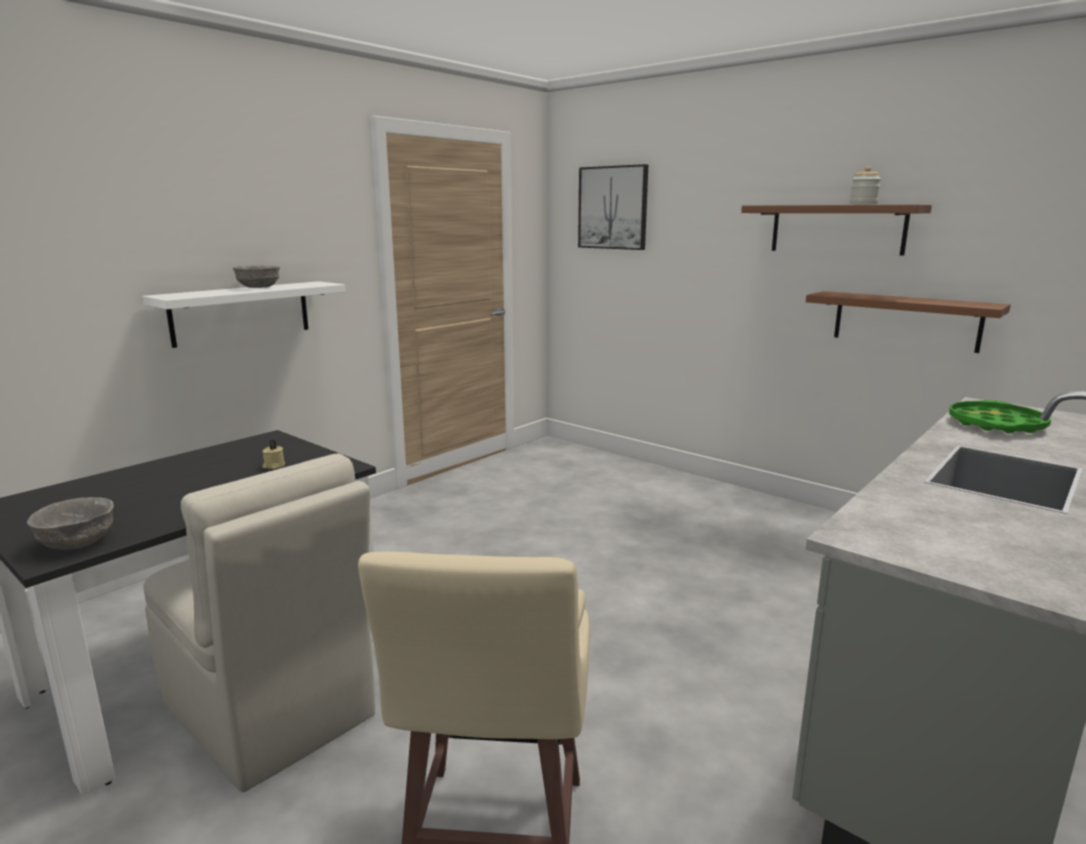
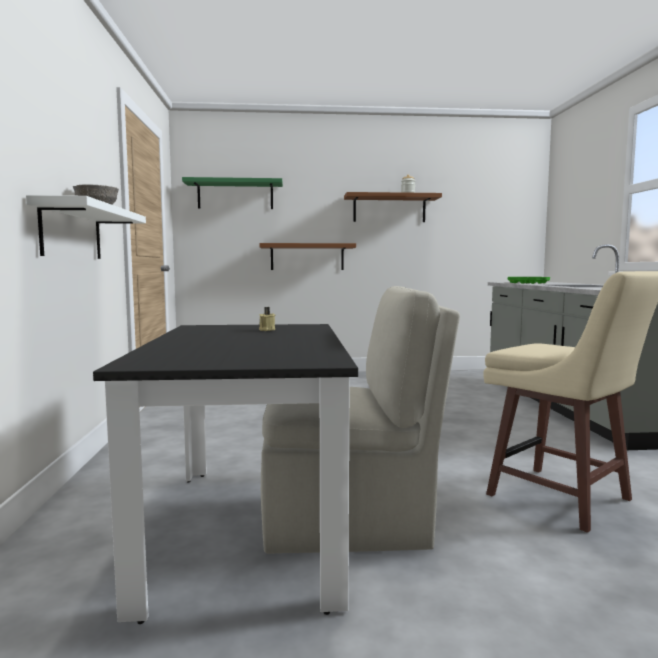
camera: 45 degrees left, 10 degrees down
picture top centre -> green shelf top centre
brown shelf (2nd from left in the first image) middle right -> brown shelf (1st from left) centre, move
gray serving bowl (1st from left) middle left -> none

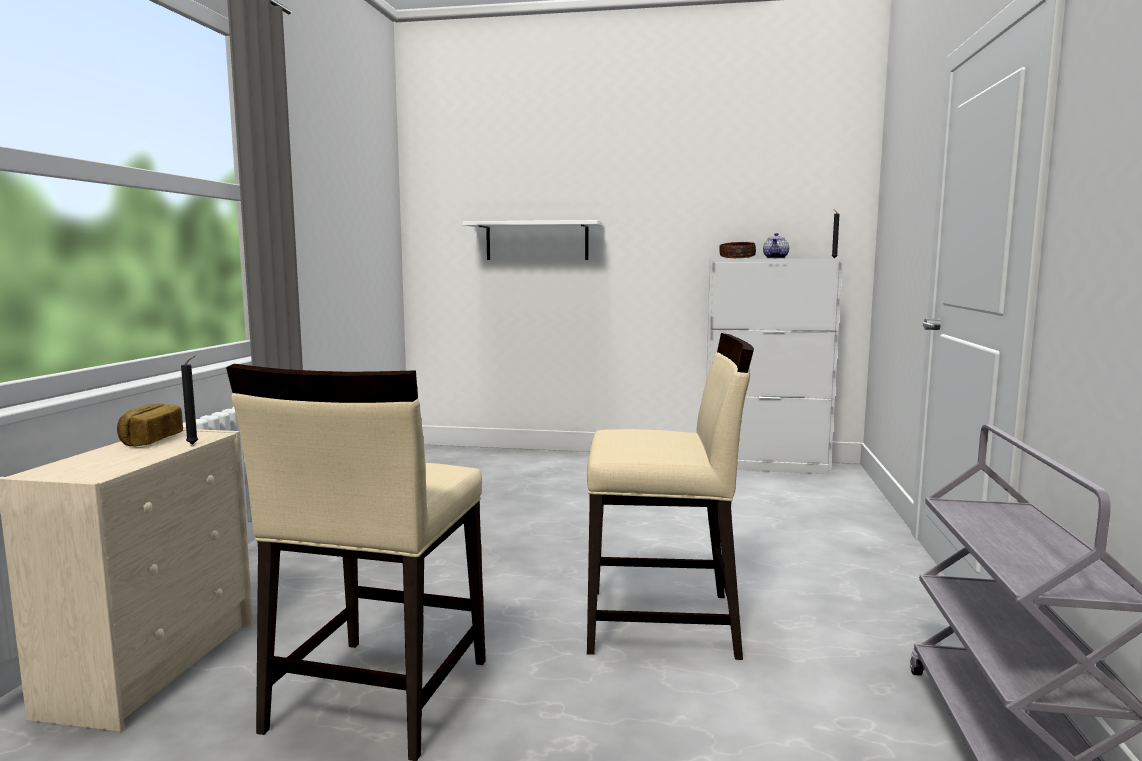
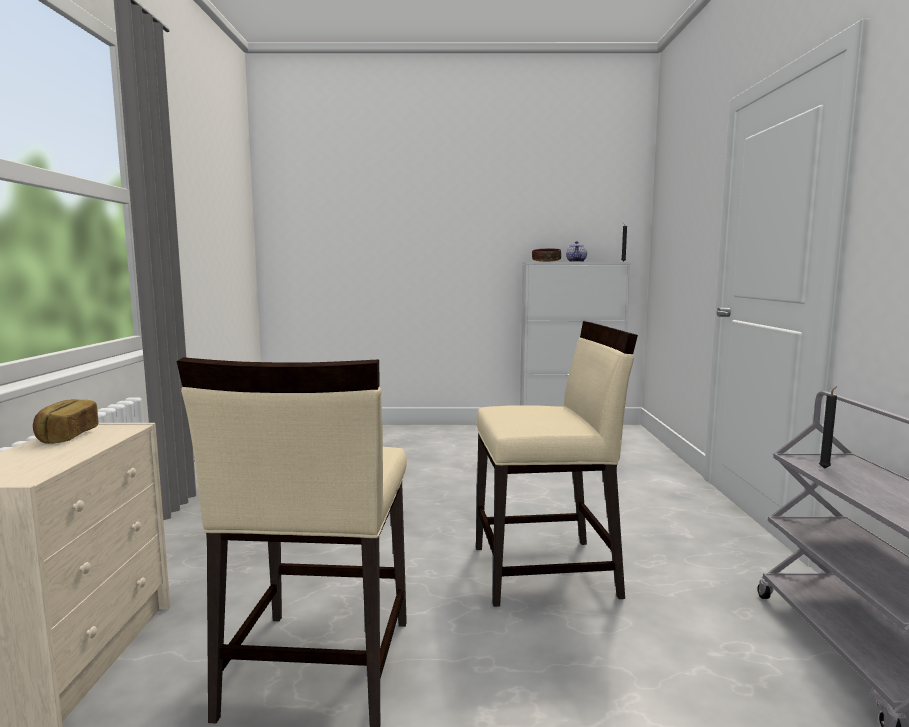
camera: 10 degrees left, 0 degrees up
black-coloured wax light (1st from left in the first image) middle left -> black-coloured wax light (2nd from left) middle right, move
white shelf top centre -> none

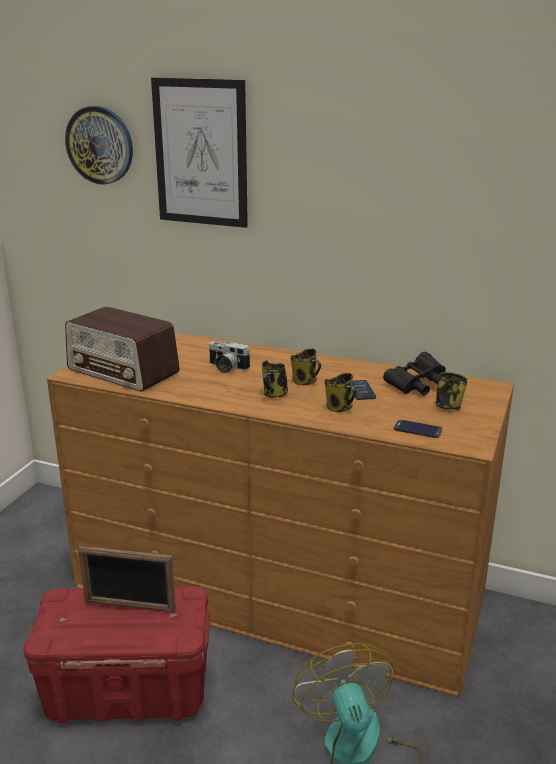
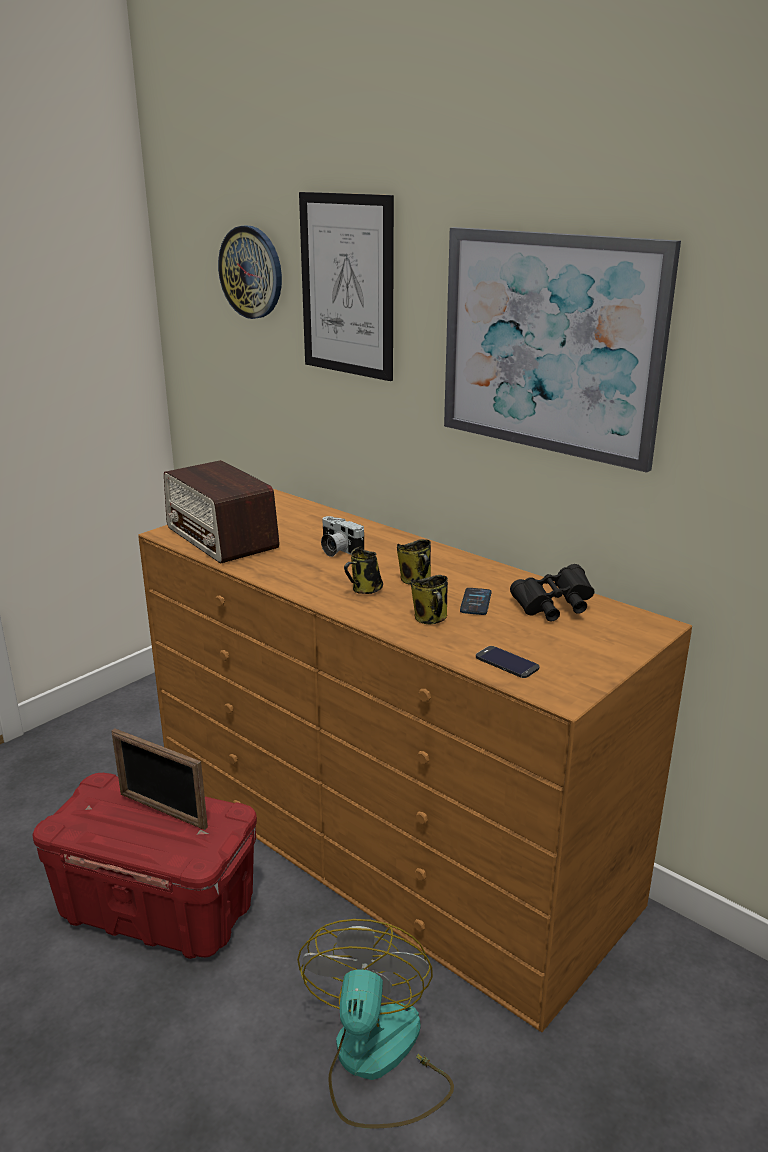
camera: 20 degrees right, 0 degrees up
none -> picture (2nd from left) top right
tea mug (4th from left) middle right -> none

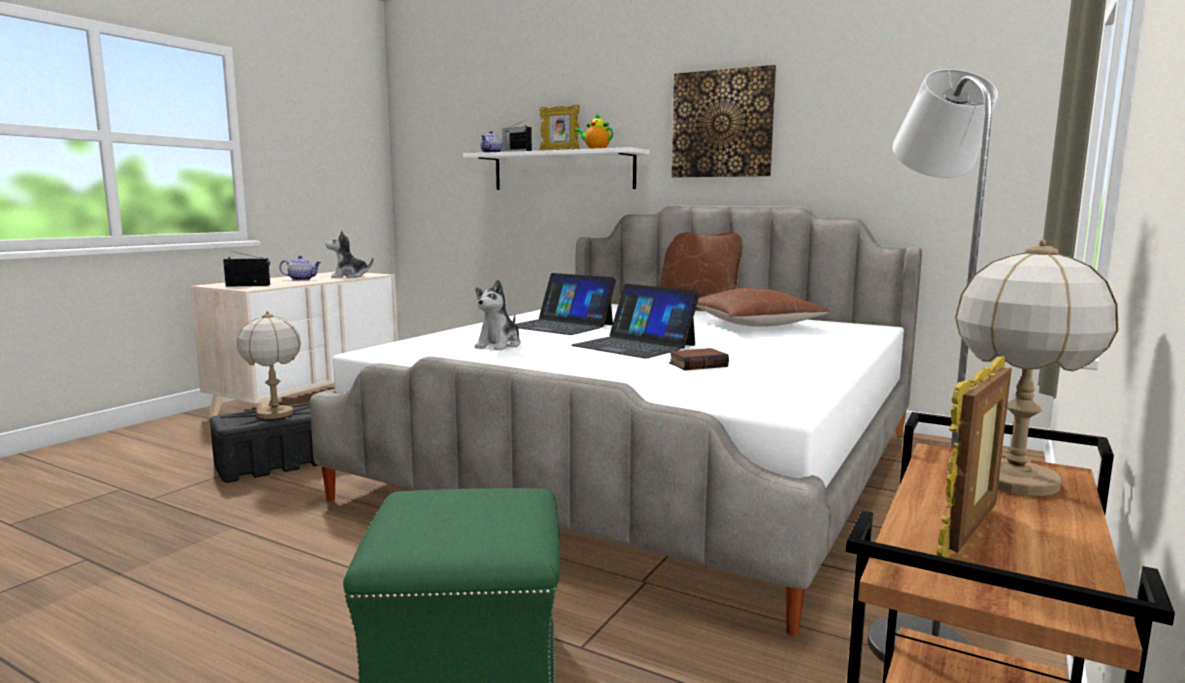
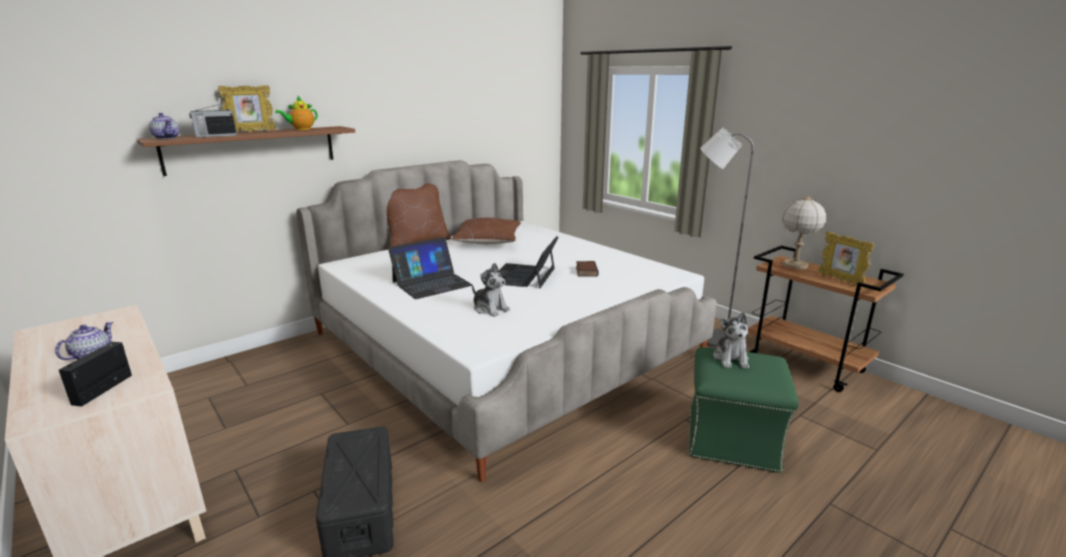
camera: 70 degrees left, 10 degrees up
white shelf top centre -> brown shelf top left
portable computer (2nd from left) centre, 135 degrees clockwise
cuddly toy (1st from left in the first image) middle left -> cuddly toy (2nd from left) middle right, move
table lamp (1st from left) middle left -> none
picture top centre -> none

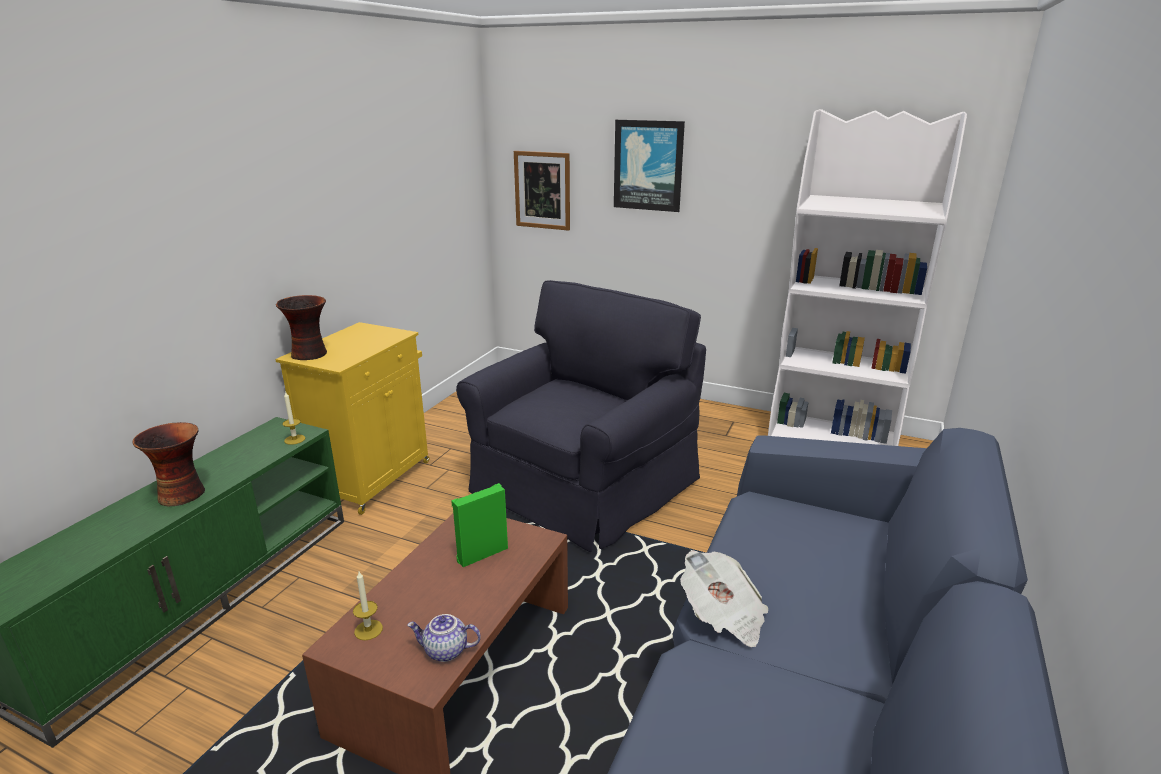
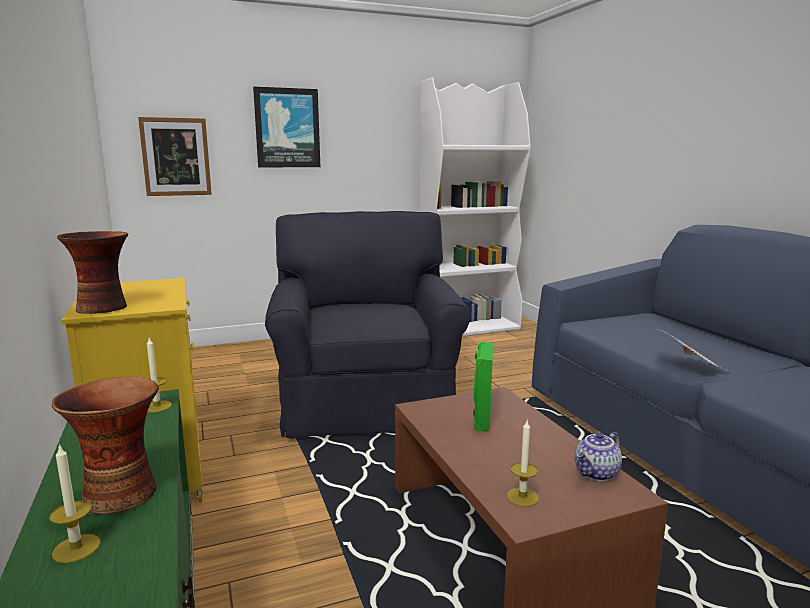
camera: 45 degrees left, 10 degrees down
none -> wax light (1st from left) bottom left

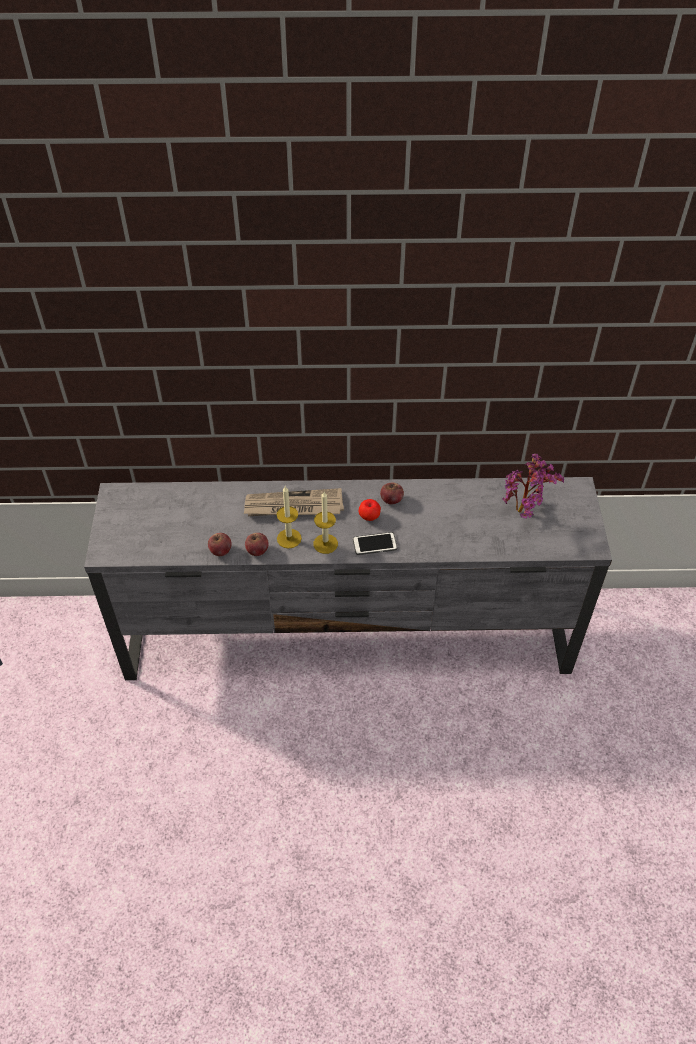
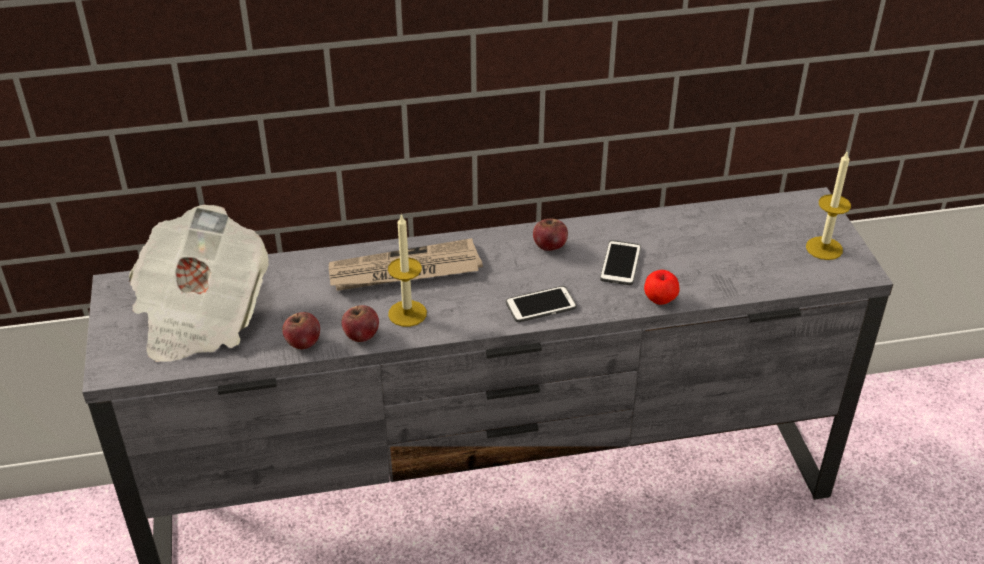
camera: 10 degrees left, 10 degrees down
none -> newspaper (1st from left) middle left
none -> telephone (2nd from left) centre
whole apple (3rd from left in the first image) centre -> whole apple (4th from left) middle right, move
wax light (2nd from left) centre -> wax light (2nd from left) middle right, move
houseplant middle right -> none

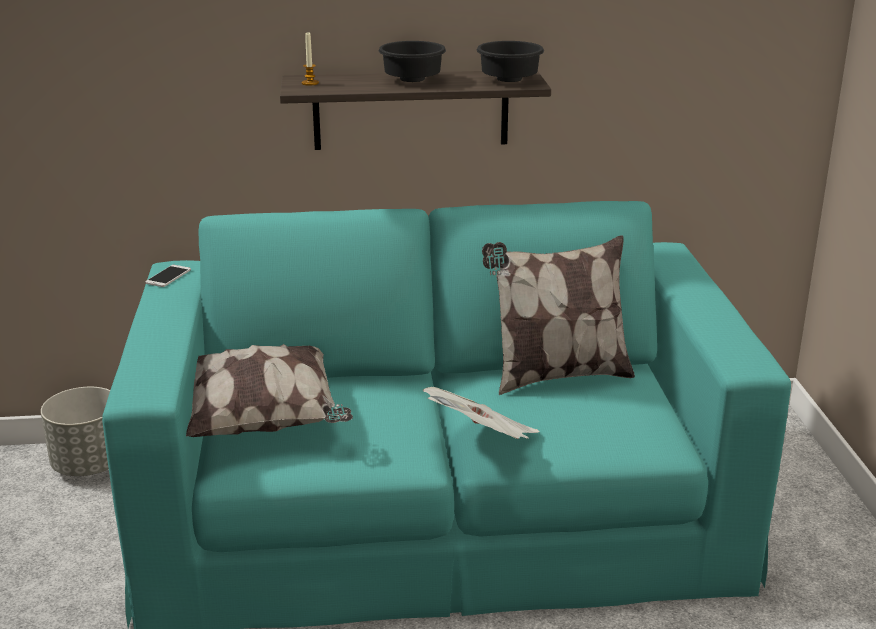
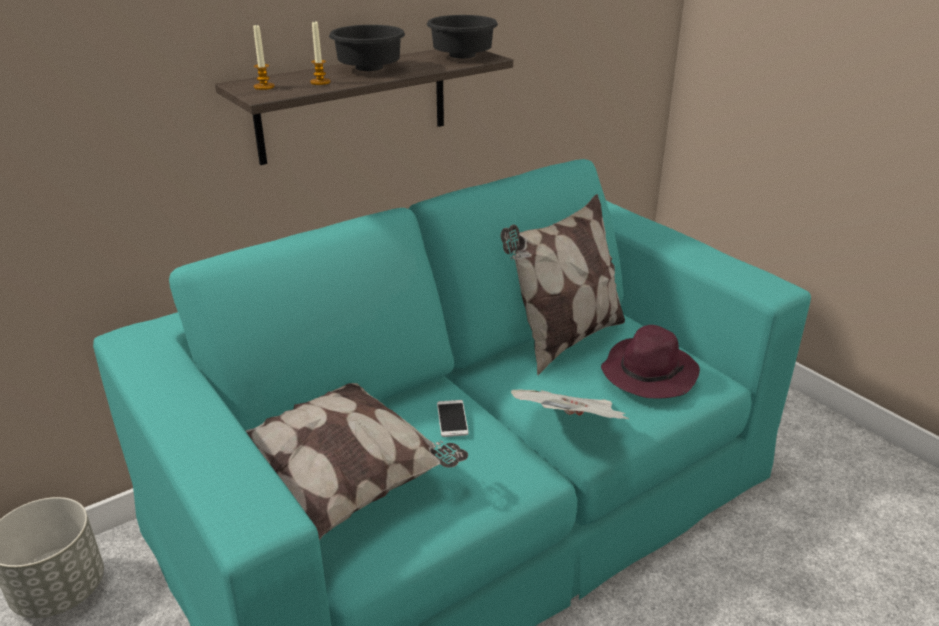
camera: 30 degrees left, 5 degrees up
none -> wax light (2nd from left) top centre
telephone middle left -> telephone bottom centre, move
none -> purplish wearable hat middle right

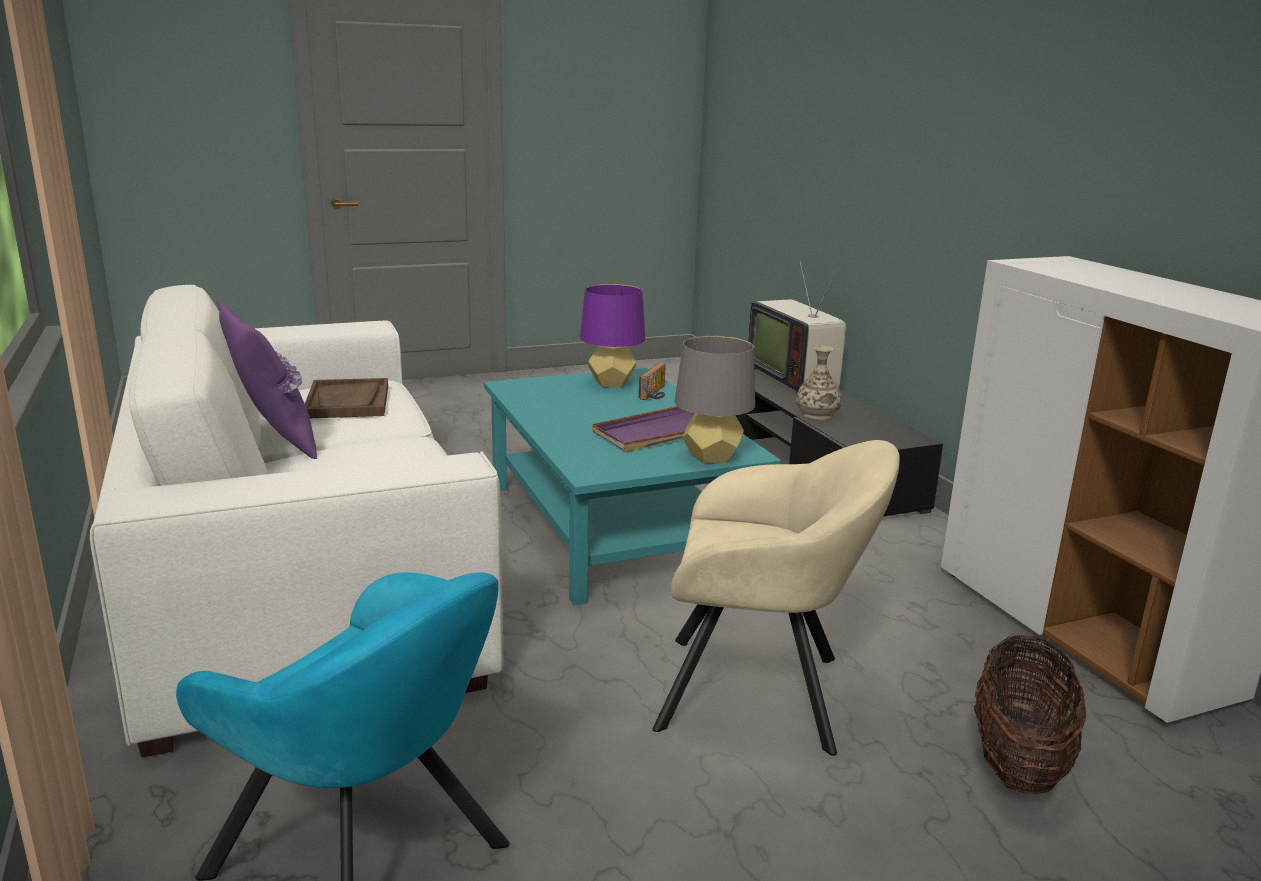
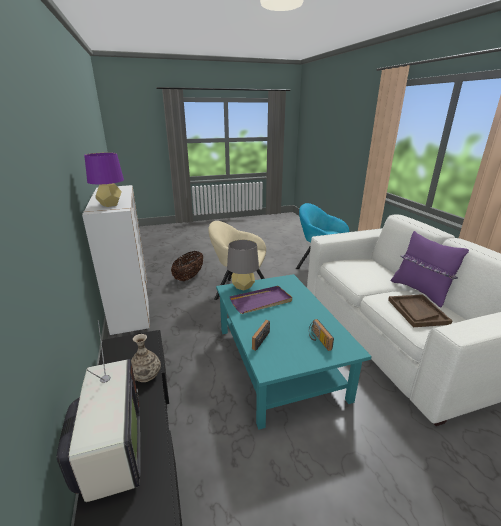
camera: 175 degrees left, 5 degrees up
purplish table lamp centre -> purplish table lamp middle left, move
none -> radio receiver (2nd from left) centre

